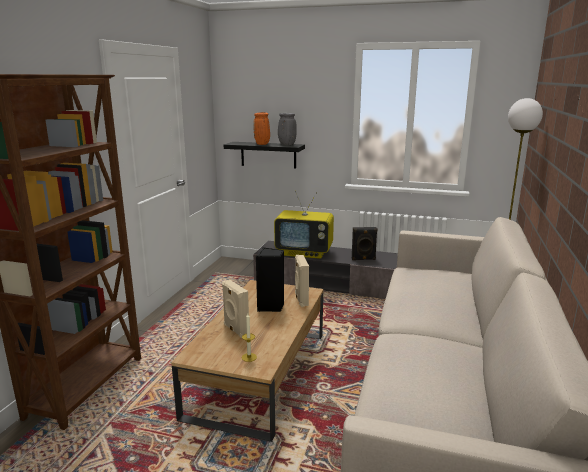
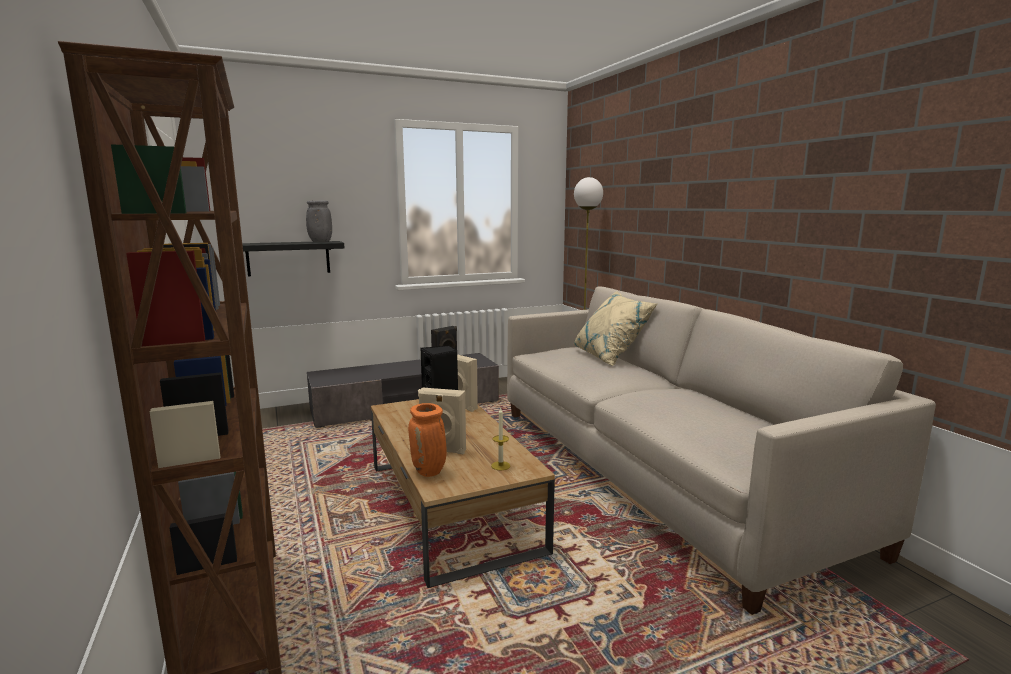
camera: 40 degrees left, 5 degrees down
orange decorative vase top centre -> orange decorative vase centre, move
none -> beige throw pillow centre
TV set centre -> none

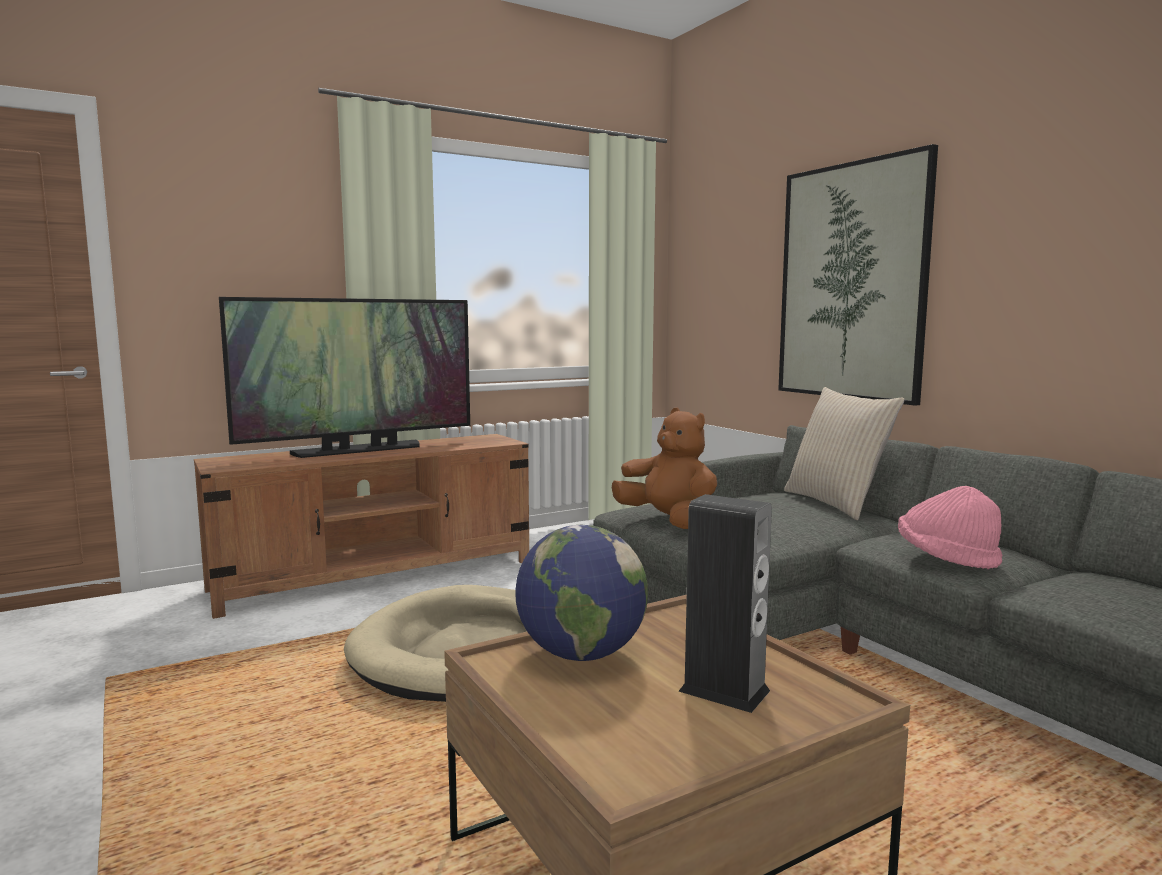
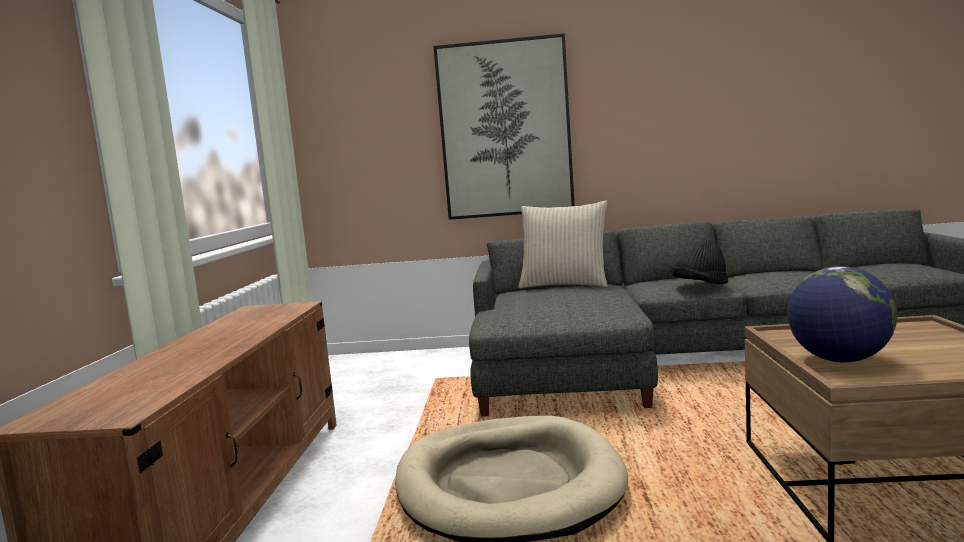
camera: 55 degrees left, 0 degrees up
pink-coloured wearable hat middle right -> black-coloured wearable hat middle right
TV set middle left -> none
brown cuddly toy centre -> none
speaker bottom centre -> none

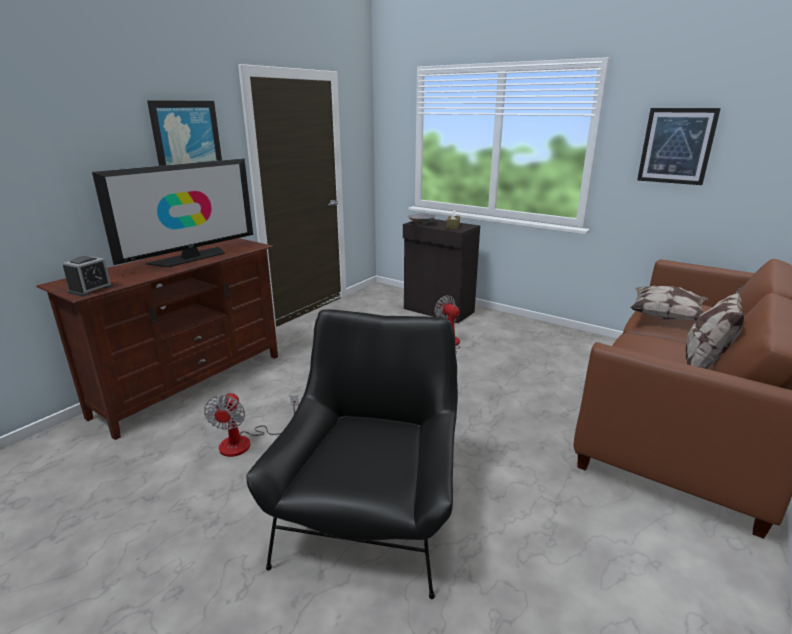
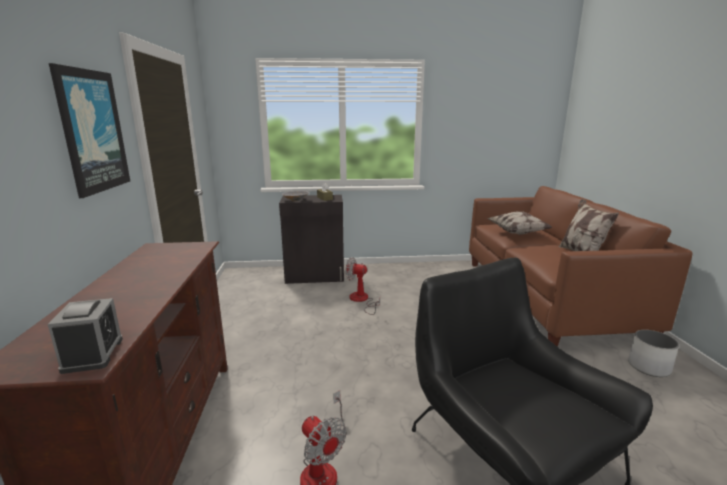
camera: 40 degrees left, 5 degrees down
none -> white planter bottom right
TV set middle left -> none
picture (2nd from left) top right -> none

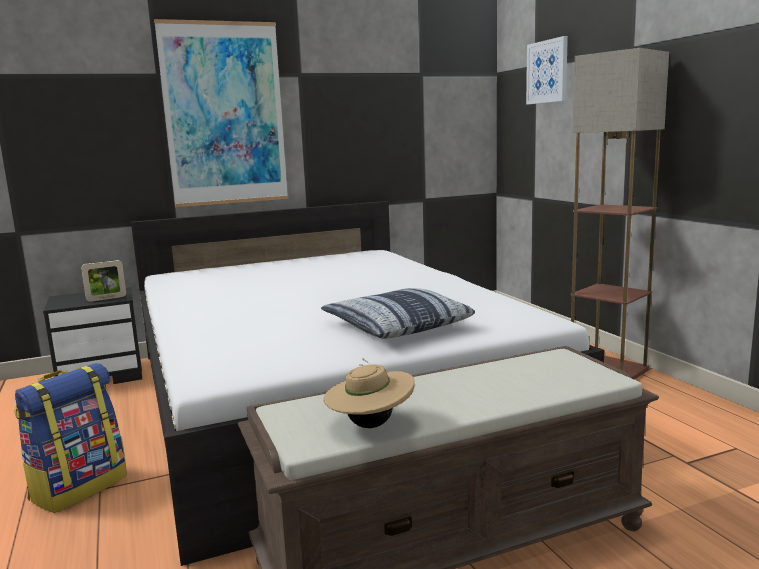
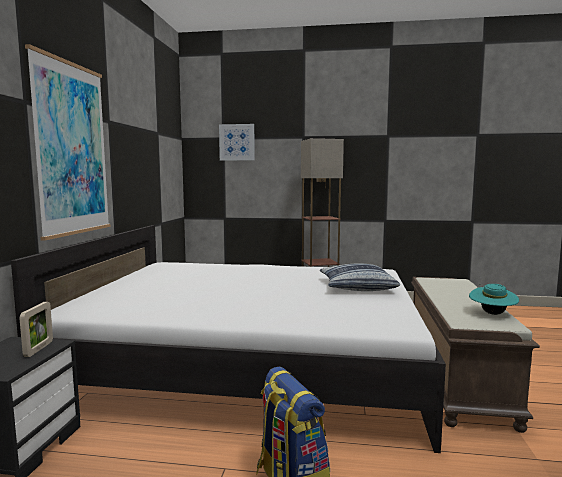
camera: 60 degrees left, 5 degrees down
beige wearable hat bottom centre -> turquoise wearable hat middle right

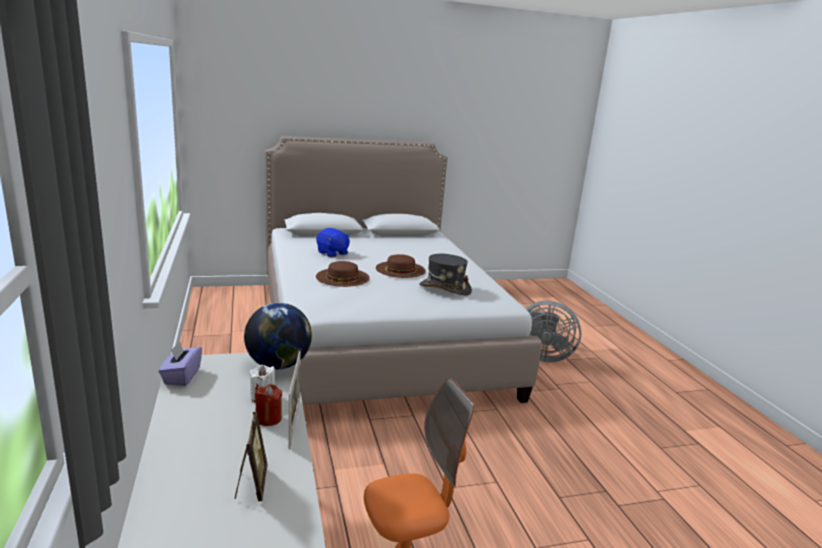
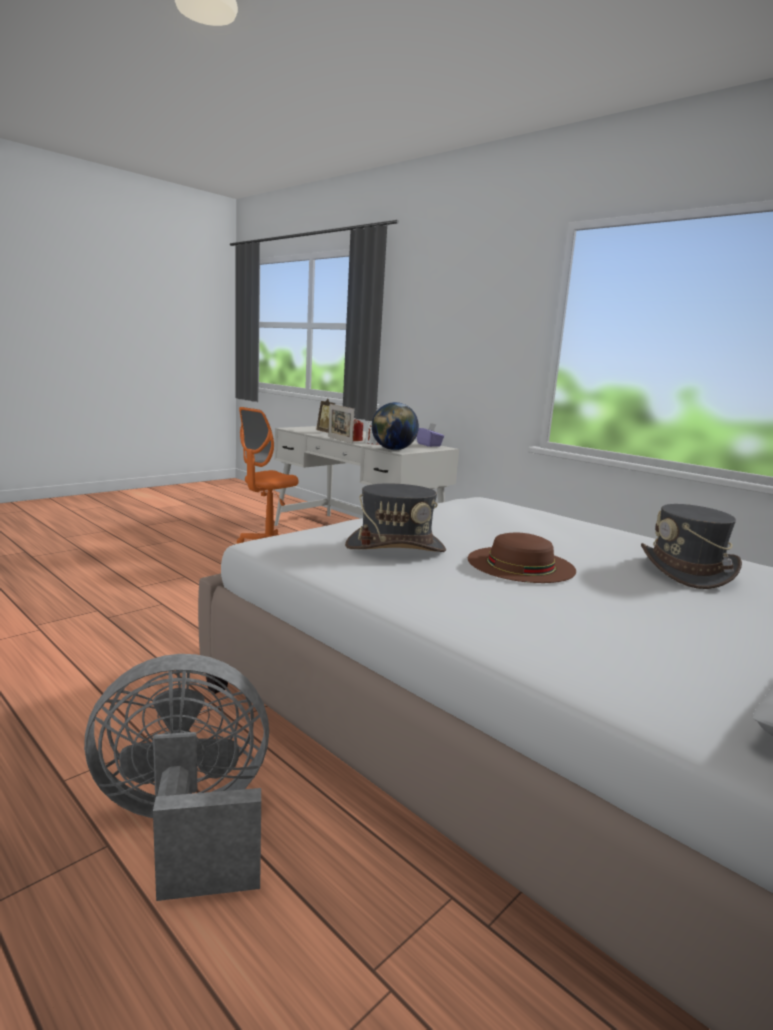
camera: 150 degrees right, 5 degrees down
blue cuddly toy centre -> gray wearable hat (2nd from left) middle right
brown wearable hat (1st from left) centre -> none

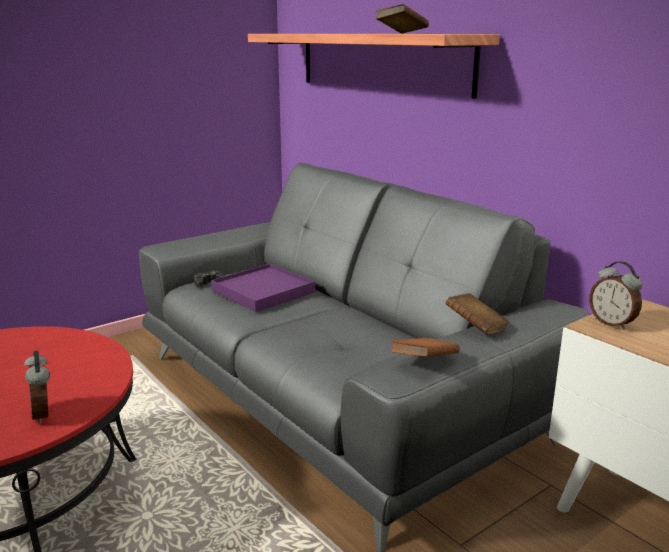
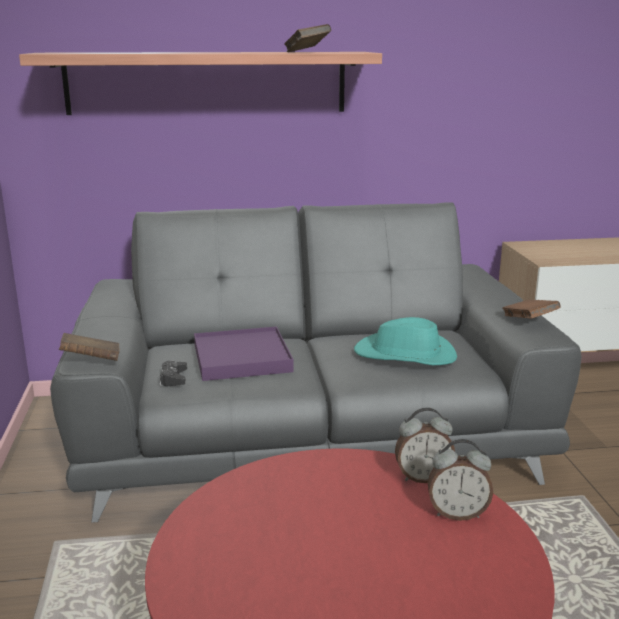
camera: 60 degrees left, 0 degrees up
brown volume (3rd from left in the first image) middle right -> brown volume (1st from left) middle left, move
none -> turquoise wearable hat centre
table clock (2nd from left in the first image) middle right -> table clock (1st from left) bottom right, move

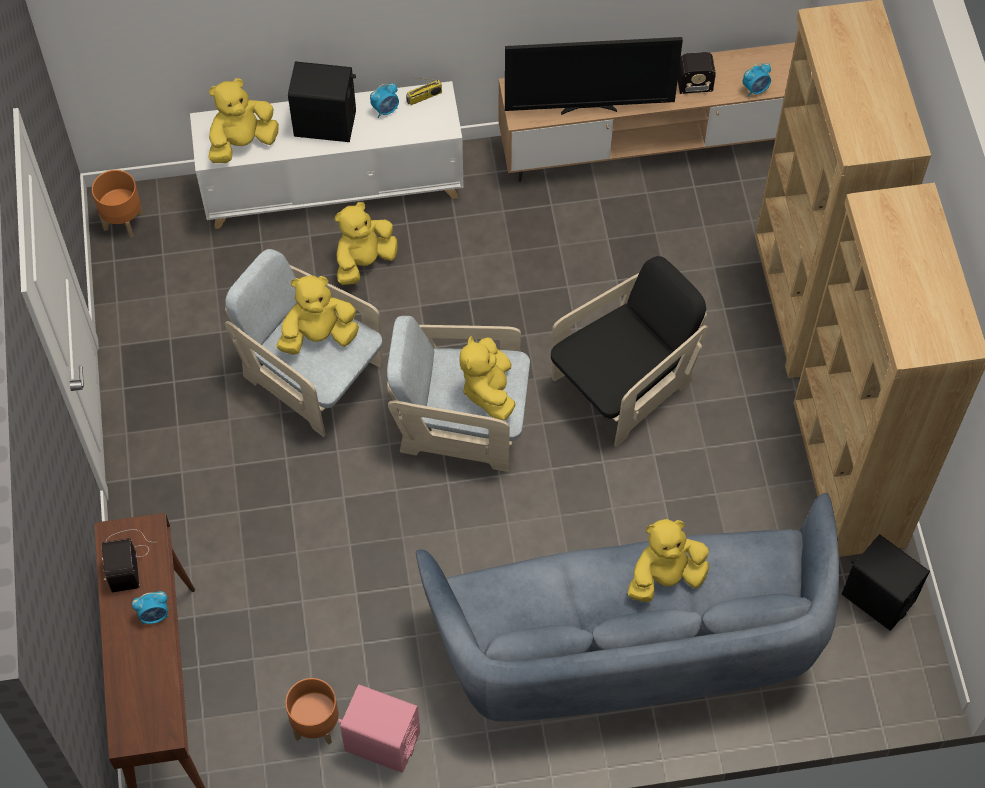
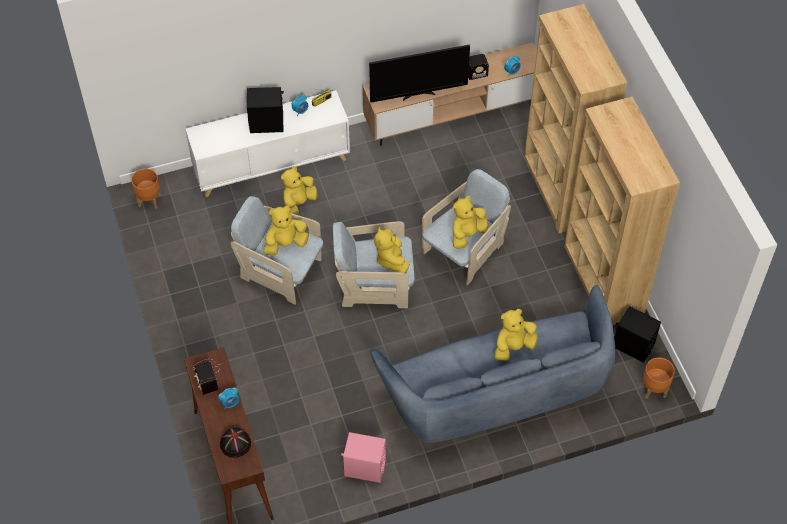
camera: 10 degrees left, 5 degrees down
none -> black-coloured wearable hat bottom left
black-coloured lounge chair centre -> beige lounge chair (3rd from left) centre
yellowish cuddly toy (1st from left in the first image) top left -> yellowish cuddly toy (4th from left) centre, move
orange planter (2nd from left) bottom left -> orange planter (2nd from left) bottom right, move

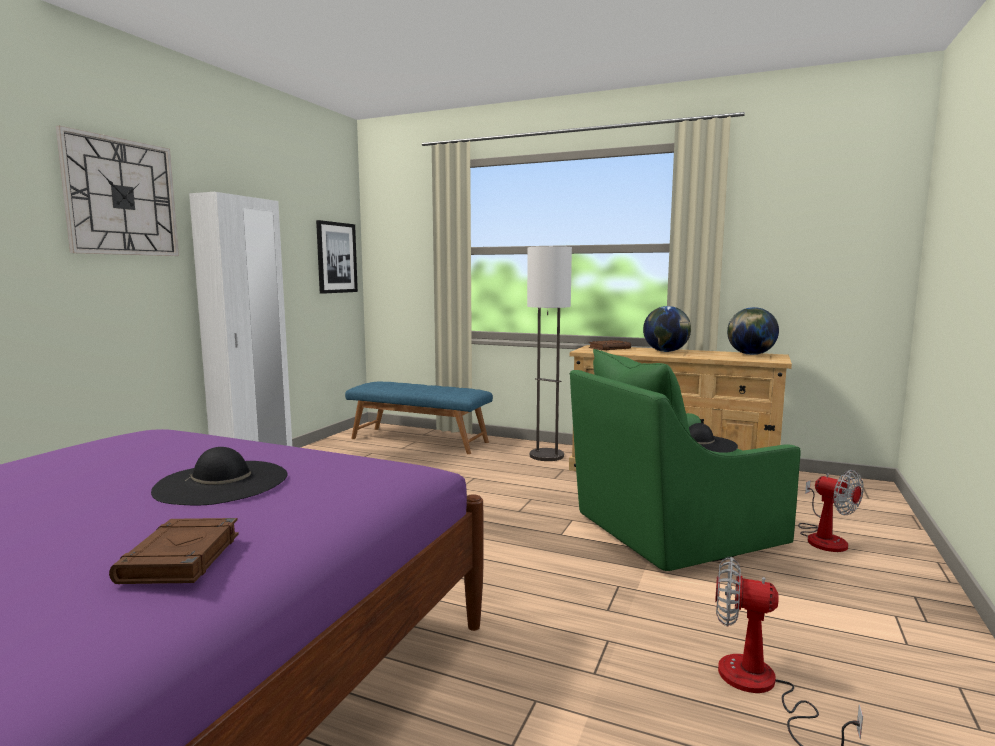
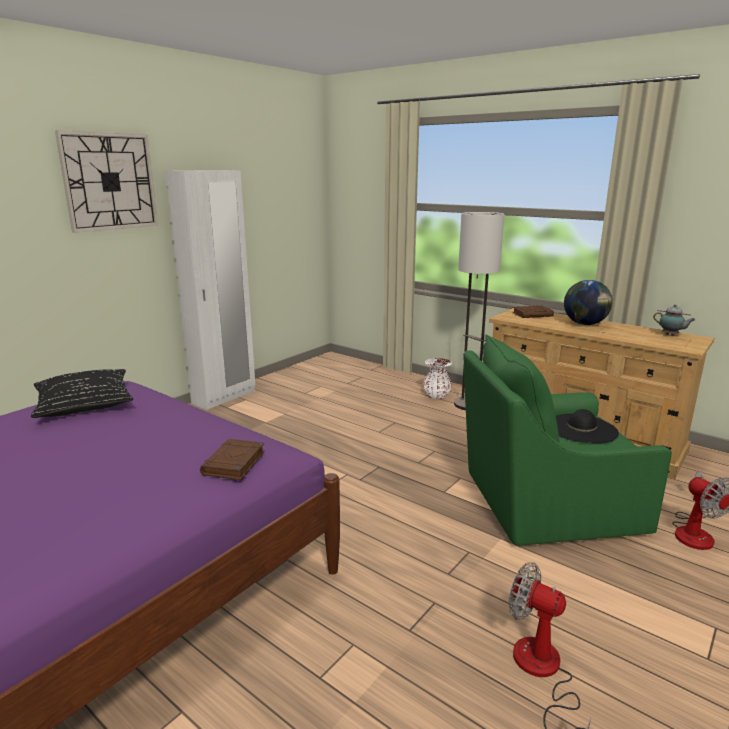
camera: 15 degrees right, 10 degrees up
none -> black-coloured throw pillow middle left
brown volume (1st from left) bottom left -> brown volume (1st from left) middle left, move
none -> white decorative vase centre
world globe (2nd from left) middle right -> tea pot middle right
black-coloured wearable hat (1st from left) middle left -> none
picture centre -> none
blue long seat centre -> none

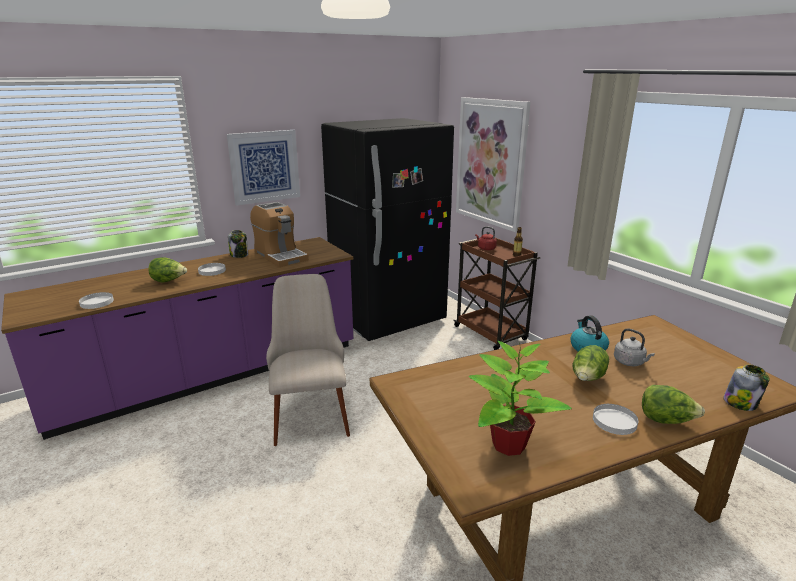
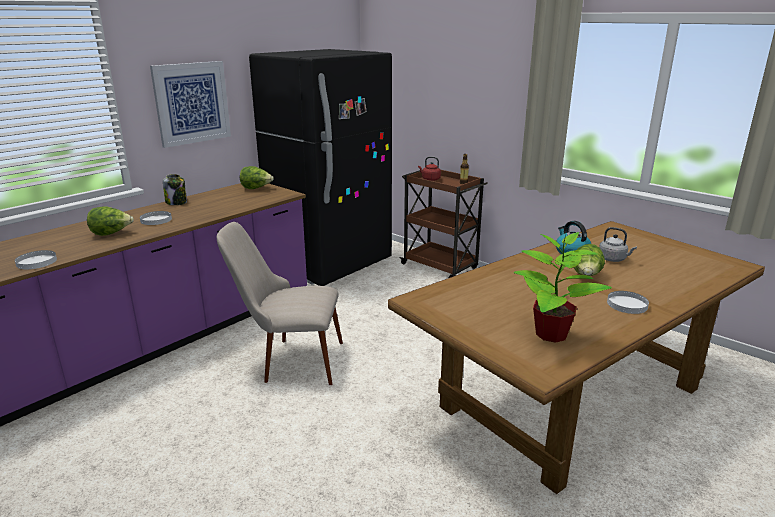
camera: 15 degrees left, 0 degrees up
beige chair centre, 60 degrees counterclockwise
lettuce (3rd from left in the first image) bottom right -> lettuce (2nd from left) middle left, move
coffee brewer centre -> none
picture (2nd from left) top centre -> none
preserve jar (2nd from left) bottom right -> none

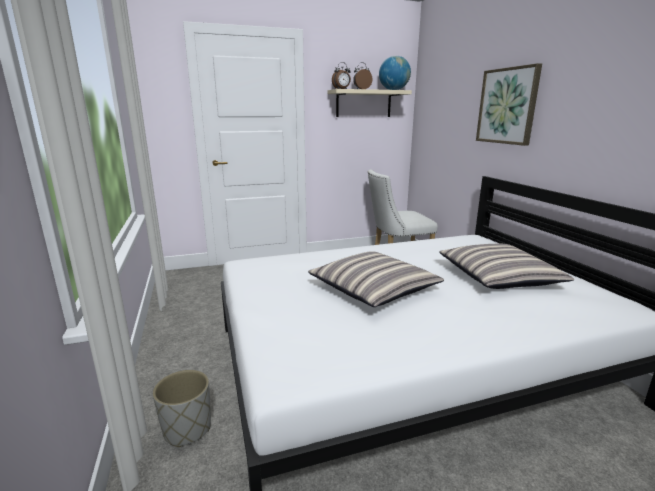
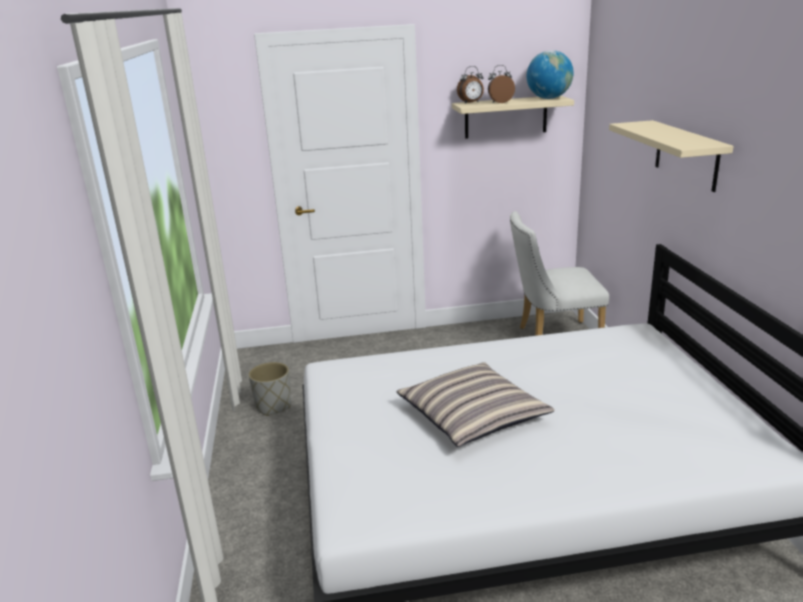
camera: 10 degrees right, 5 degrees up
gray planter bottom left -> gray planter centre, move
picture top right -> beige shelf (2nd from left) top right
throw pillow (2nd from left) middle right -> none

